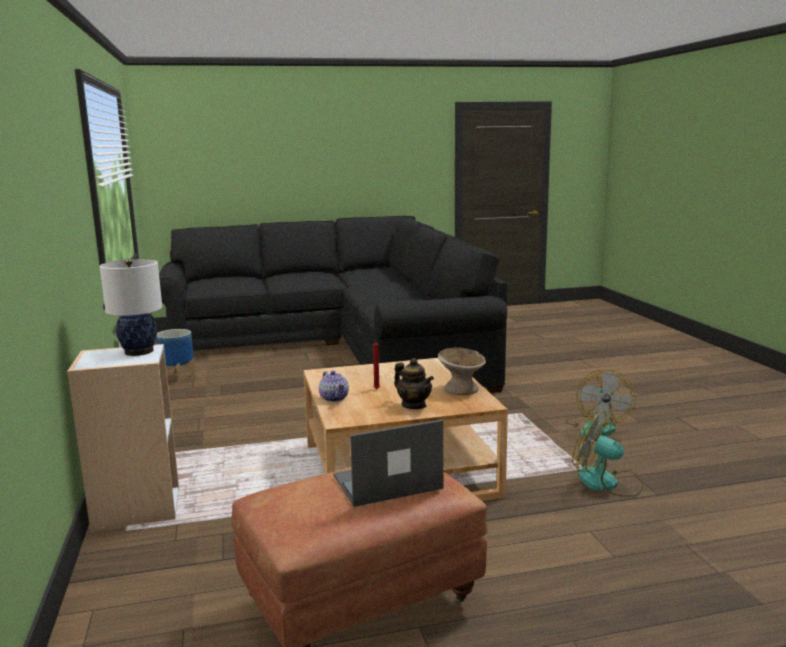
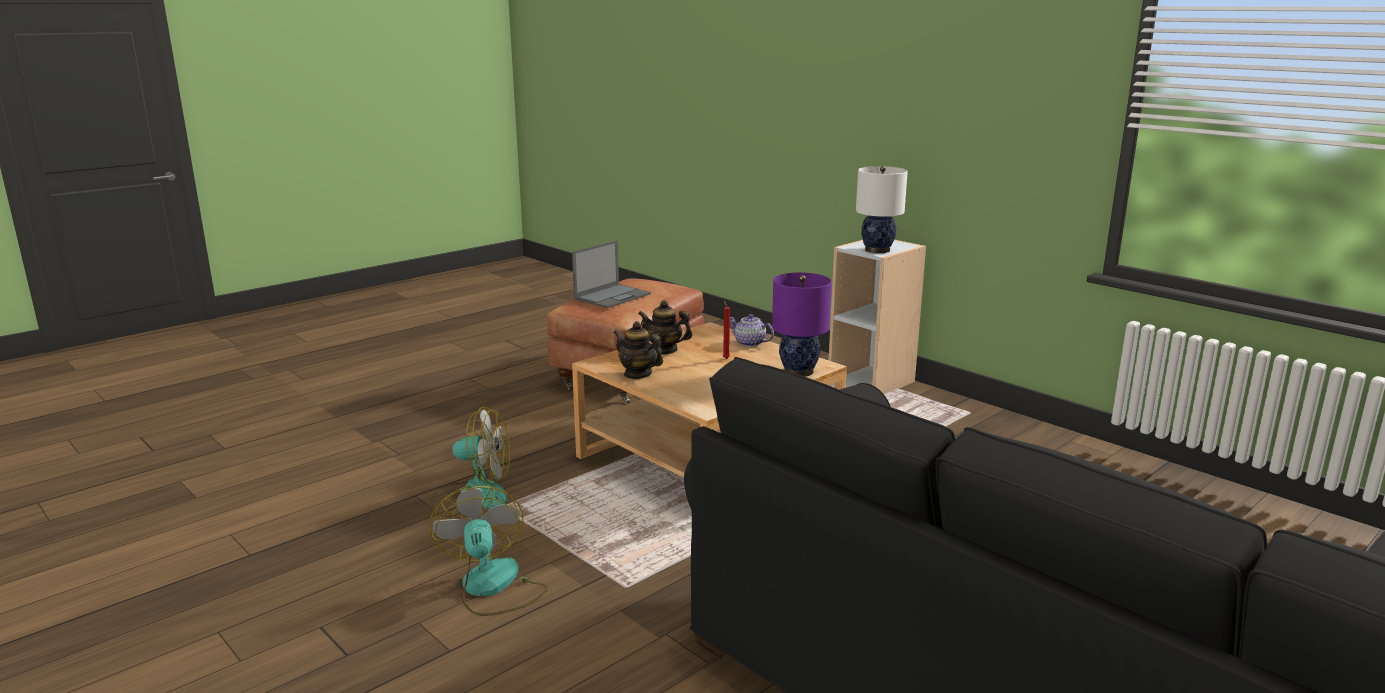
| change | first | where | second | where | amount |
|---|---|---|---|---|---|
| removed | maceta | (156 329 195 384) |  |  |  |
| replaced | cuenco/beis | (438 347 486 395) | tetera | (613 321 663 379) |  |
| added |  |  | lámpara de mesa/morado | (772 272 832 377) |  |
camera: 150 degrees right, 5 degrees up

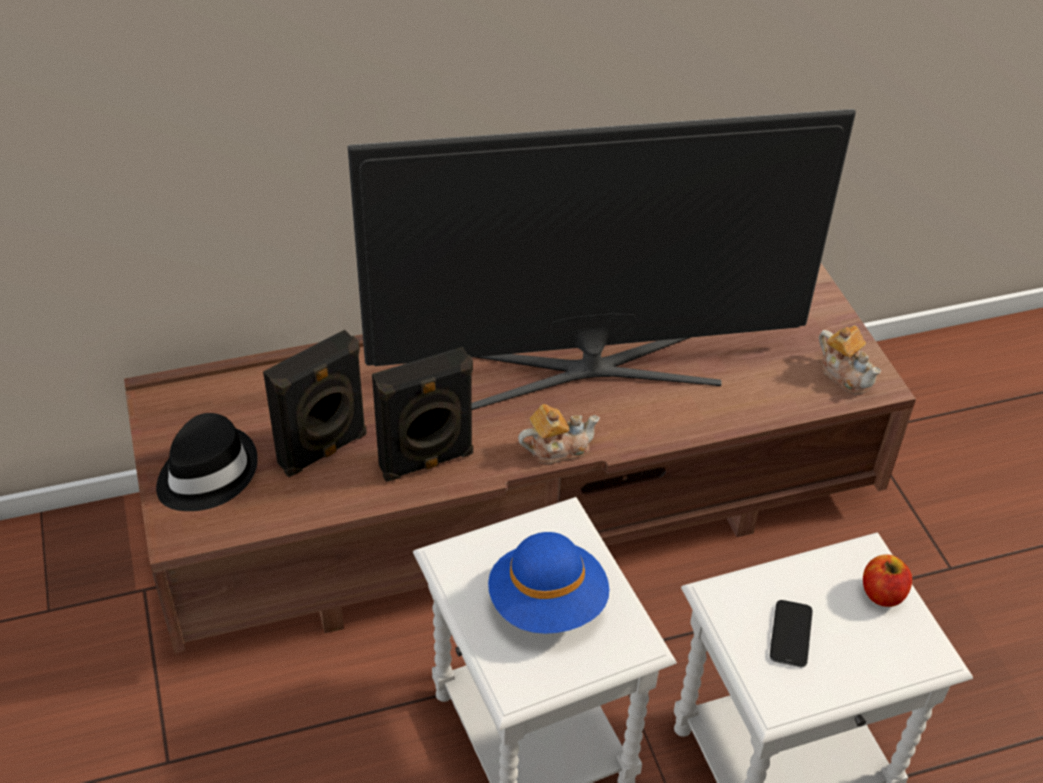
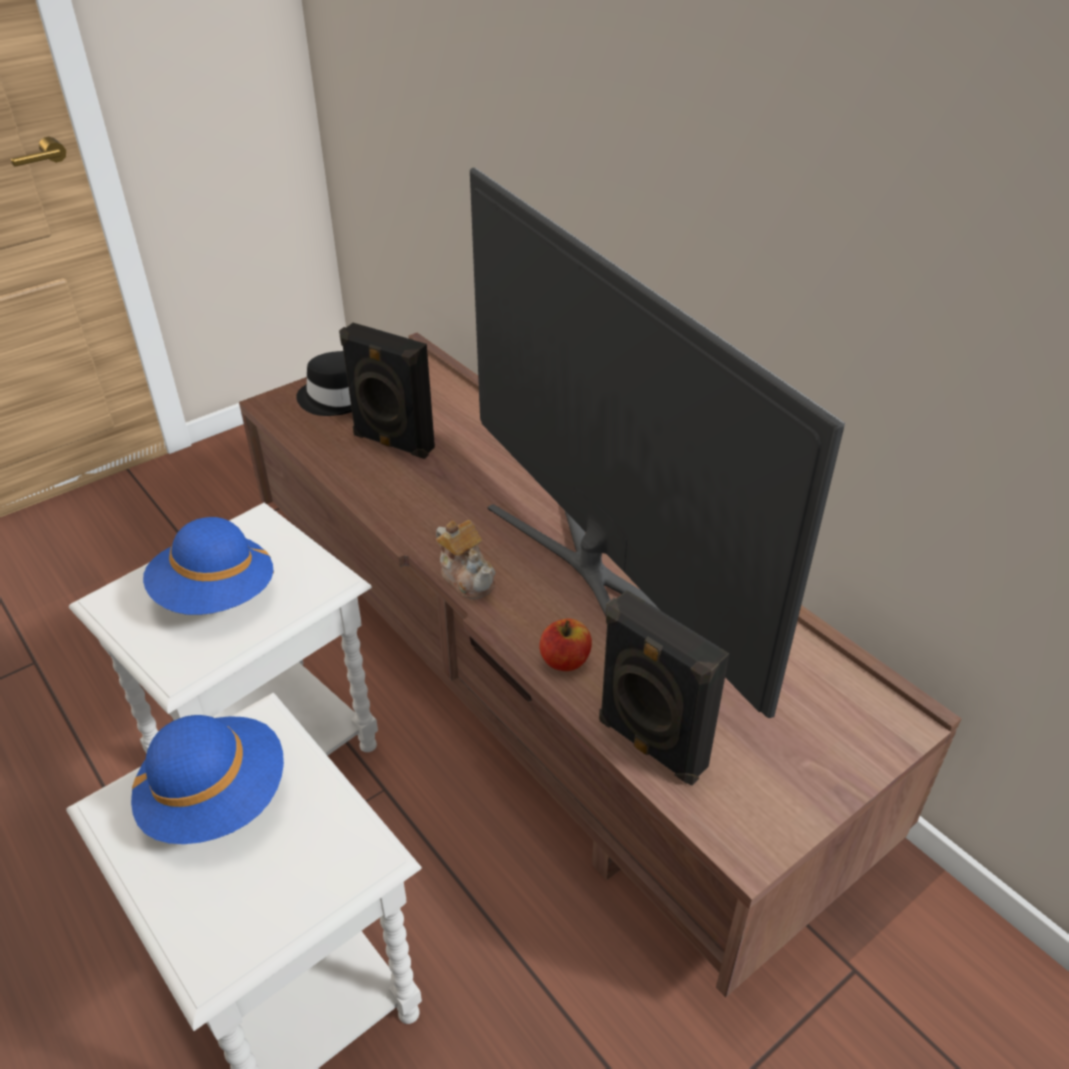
| change | first | where | second | where | amount |
|---|---|---|---|---|---|
| moved | altavoz/negro | (372 347 473 482) |  | (599 590 729 786) |  |
| replaced | móvil | (770 600 813 667) | sombrero/azul | (131 715 284 844) |  |
| removed | tetera | (819 326 881 395) |  |  |  |
| moved | manzana | (863 554 912 607) |  | (539 618 592 671) |  |
camera: 70 degrees right, 5 degrees down

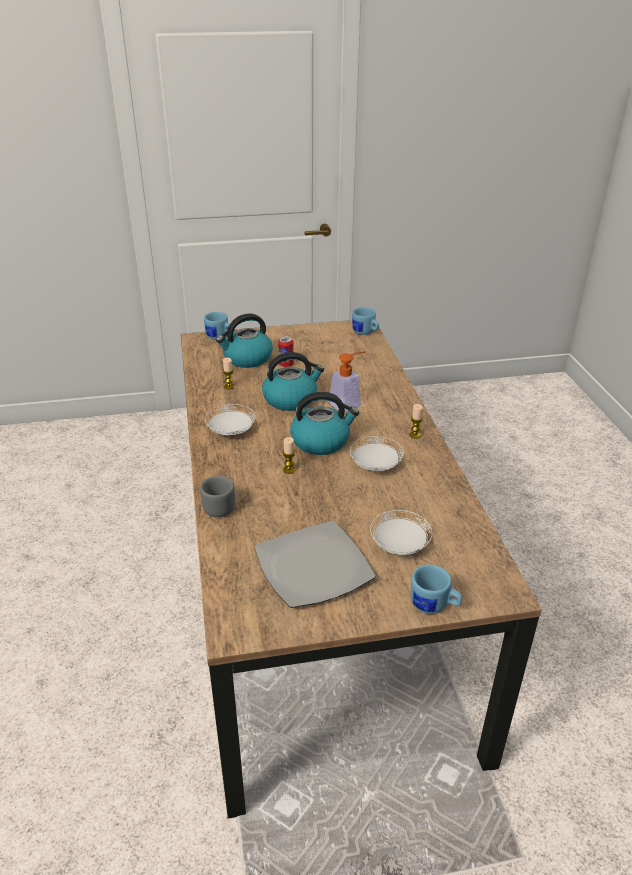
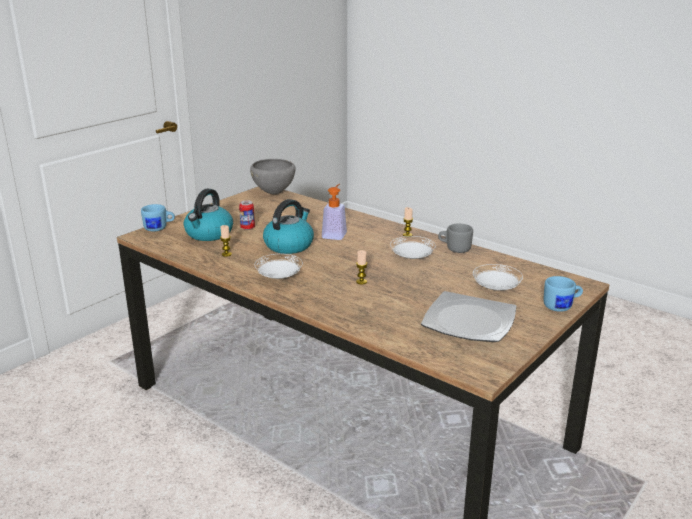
| change | first | where | second | where | amount |
|---|---|---|---|---|---|
| moved | taza grande/gris | (200 476 235 517) |  | (438 224 473 253) |  |
| removed | hervidor | (290 392 359 455) |  |  |  |
| replaced | taza grande/azul | (352 307 379 335) | cuenco/gris | (250 159 295 195) |  |
camera: 40 degrees left, 10 degrees down

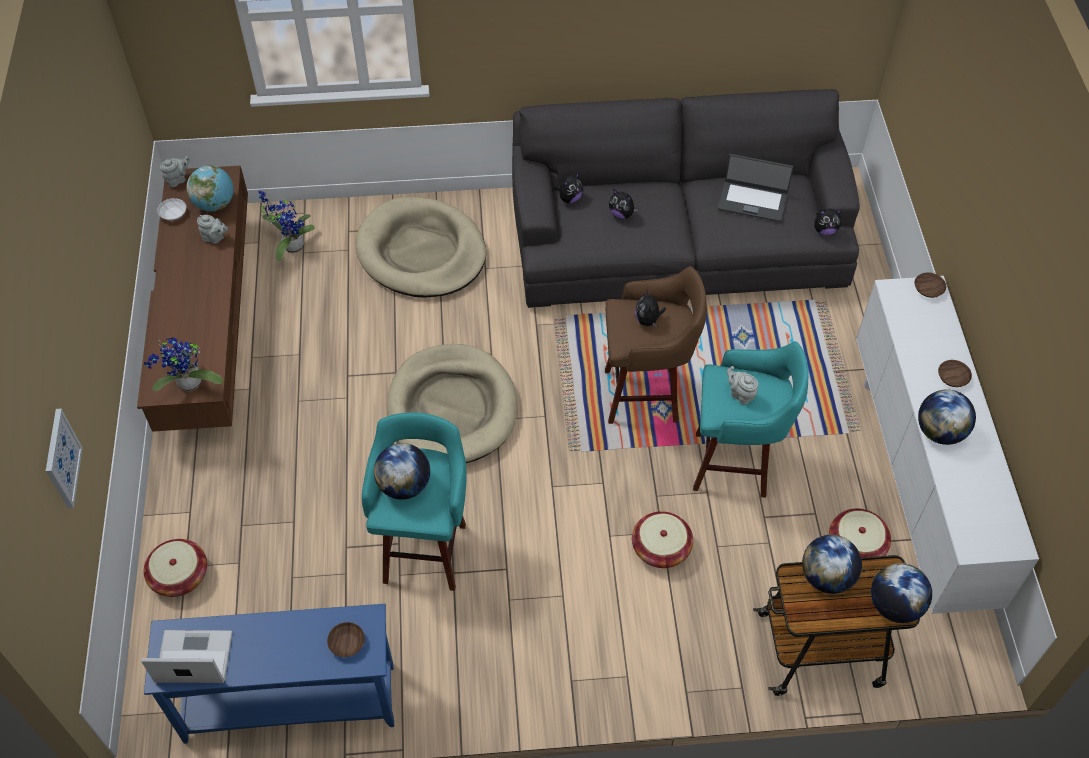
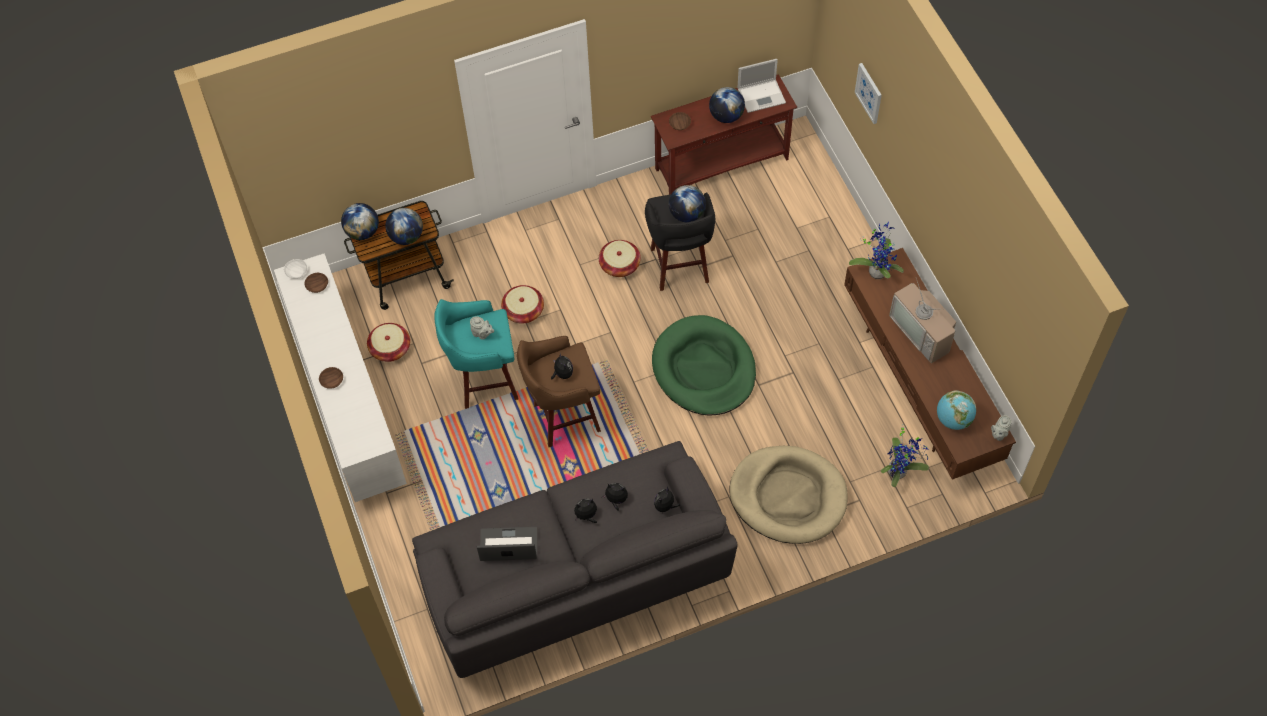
| change | first | where | second | where | amount |
|---|---|---|---|---|---|
| moved | cesta | (144 539 207 597) |  | (599 240 641 277) |  |
| recoloured | mesa consola/azul | (144 604 394 744) | mesa consola/marrón | (651 74 797 195) |  |
| moved | cuenco/blanco | (157 198 186 220) |  | (284 259 307 279) |  |
| removed | tetera/gris | (197 215 228 244) |  |  |  |
| recoloured | taburete/turquesa | (362 412 466 591) | taburete/negro | (645 192 715 291) |  |
| recoloured | cama para perro/beis | (387 344 518 463) | cama para perro/verde | (652 315 756 416) |  |
| moved | peluche | (814 209 841 236) |  | (574 499 597 523) |  |
| moved | cuenco/marrón | (915 273 946 298) |  | (305 273 328 293) |  |
| moved | globo terráqueo | (918 389 976 445) |  | (709 87 745 123) |  |
| added |  |  | televisor | (889 278 956 363) |  |
camera: 165 degrees right, 5 degrees up

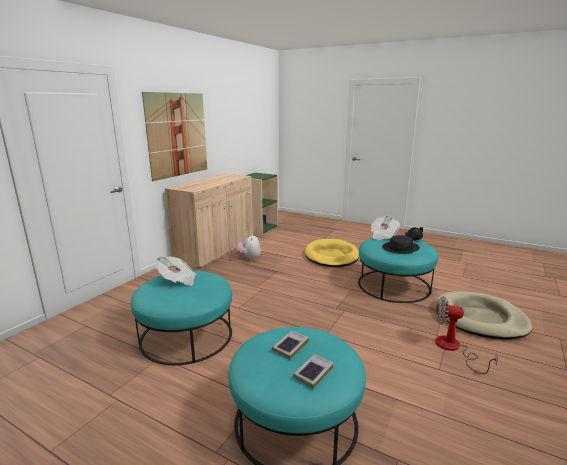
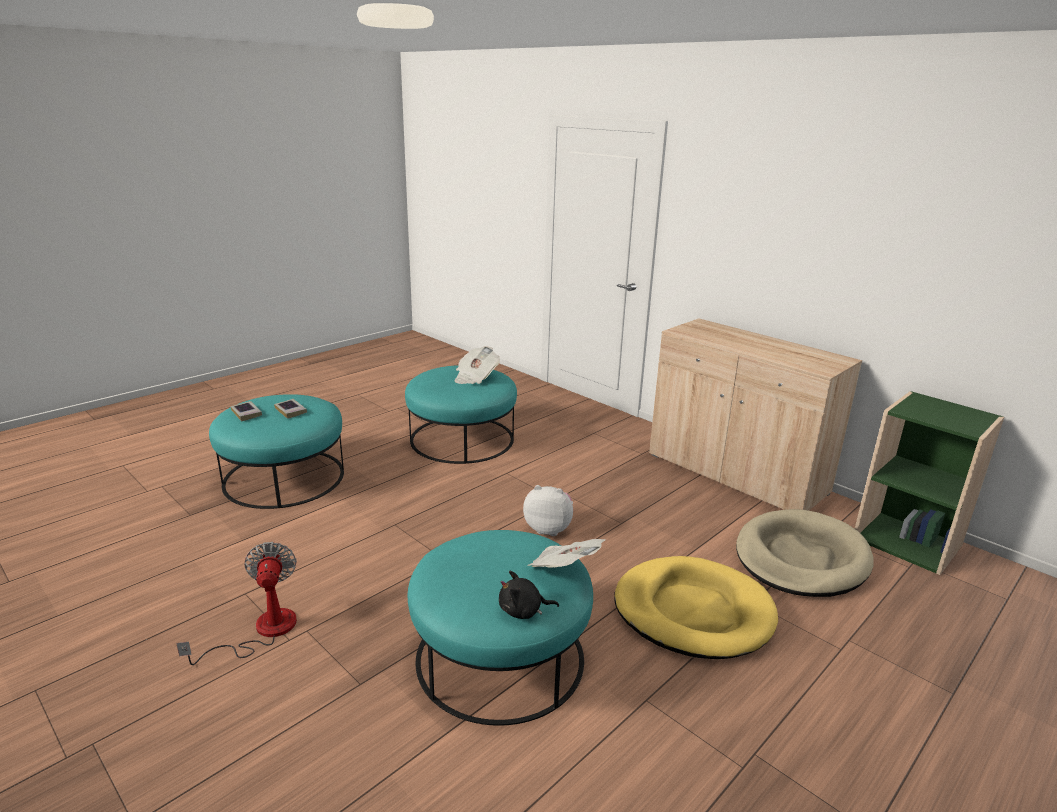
| change | first | where | second | where | amount |
|---|---|---|---|---|---|
| removed | cuadro | (142 92 207 181) |  |  |  |
| moved | peluche | (236 234 261 261) |  | (523 485 573 536) |  |
| removed | sombrero/negro | (382 235 420 254) |  |  |  |
| turned | ventilador | (435 296 498 374) |  | (176 542 297 665) | 45 degrees counterclockwise |
| moved | cama para perro/beis | (436 291 532 340) |  | (736 509 874 597) |  |
camera: 105 degrees right, 5 degrees up

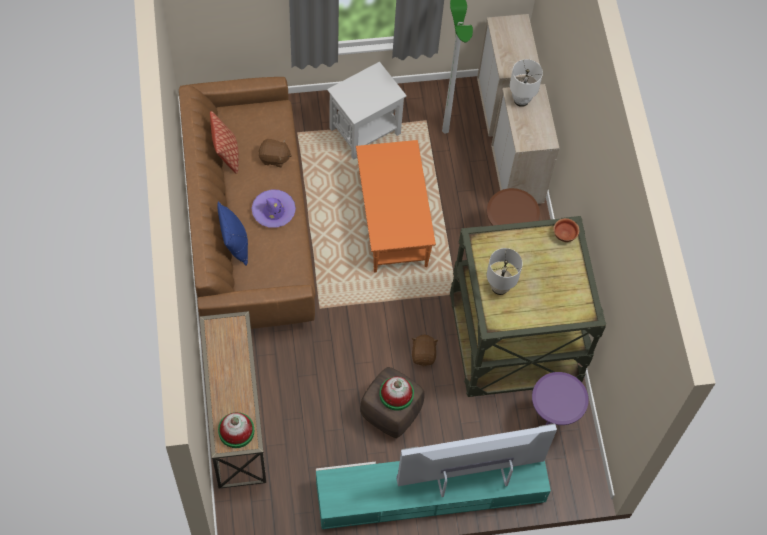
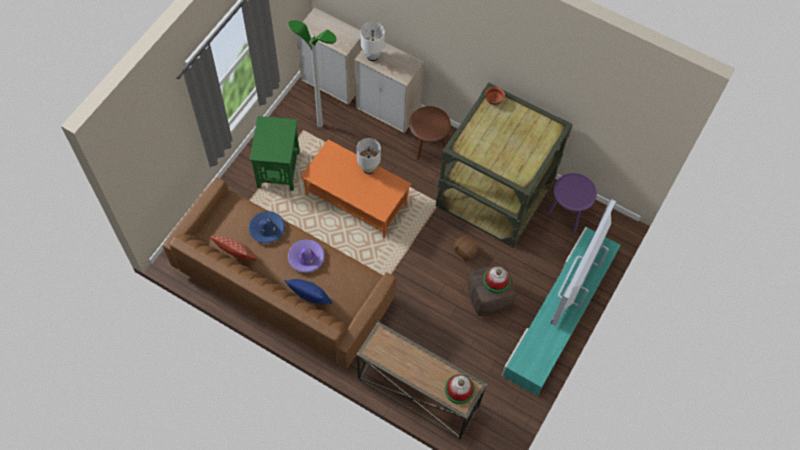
| change | first | where | second | where | amount |
|---|---|---|---|---|---|
| replaced | peluche/marrón | (259 139 292 167) | sombrero/azul | (249 211 285 244) |  |
| recoloured | mesa auxiliar/blanco | (327 61 407 160) | mesa auxiliar/verde | (250 116 300 191) |  |
| moved | lámpara de mesa/blanco | (487 248 523 295) |  | (357 138 381 174) |  |
camera: 50 degrees left, 0 degrees up

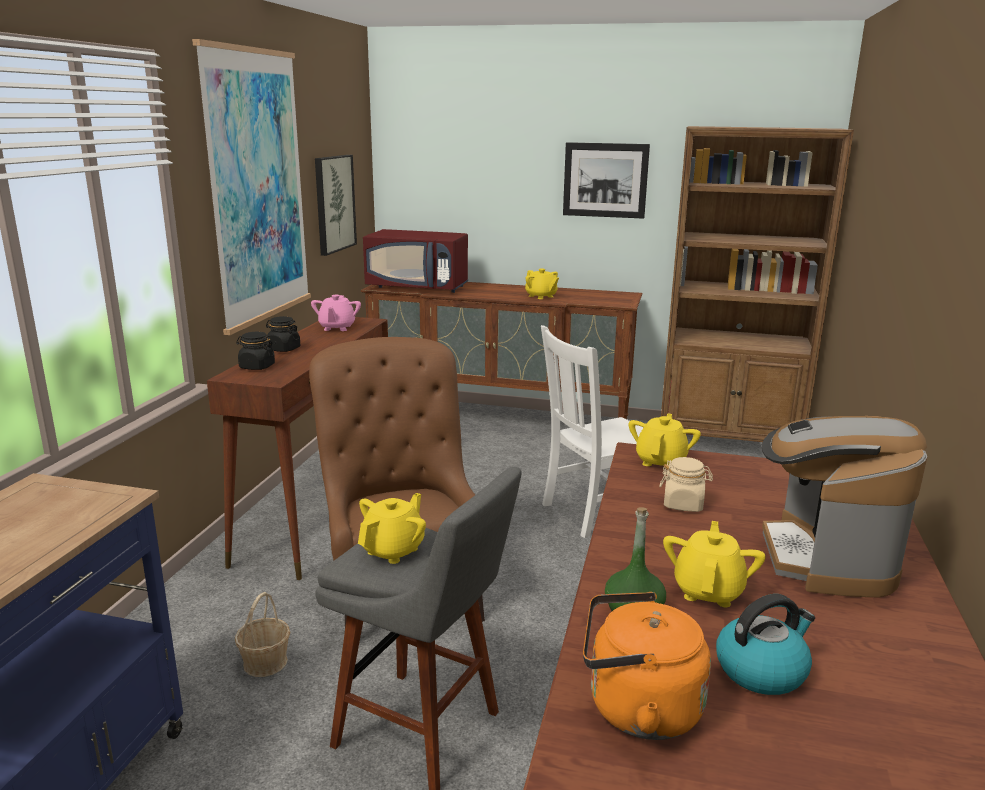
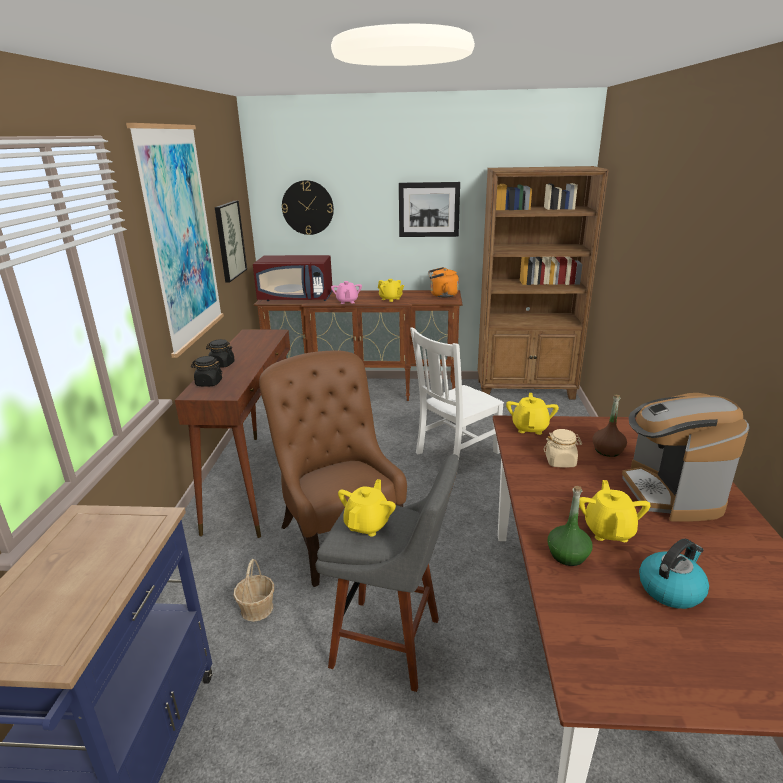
| change | first | where | second | where | amount |
|---|---|---|---|---|---|
| moved | tetera/rosa | (311 295 361 331) |  | (331 281 362 304) |  |
| moved | hervidor/naranja | (583 592 711 740) |  | (428 267 459 298) |  |
| added |  |  | reloj de pared | (282 180 334 235) |  |
| added |  |  | botella/marrón | (592 395 627 457) |  |
camera: 10 degrees left, 5 degrees up

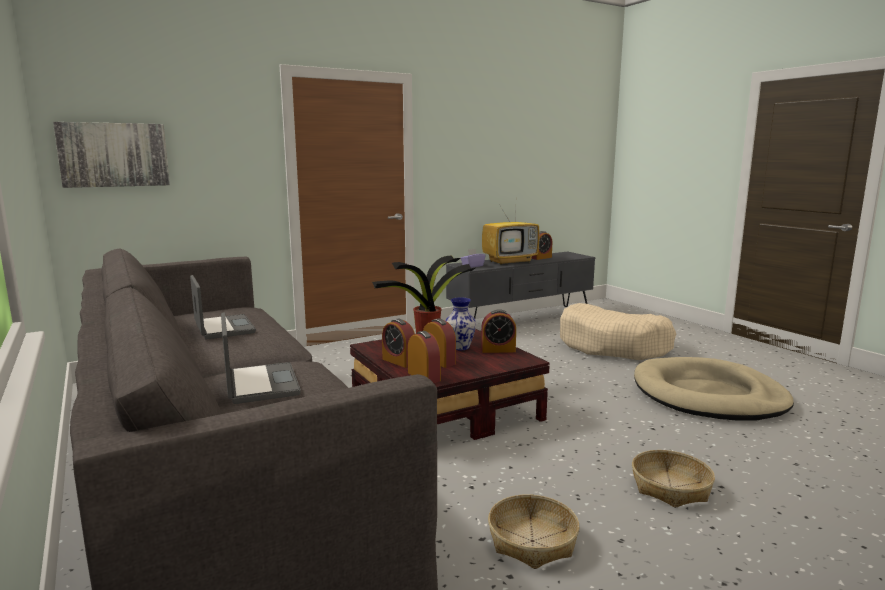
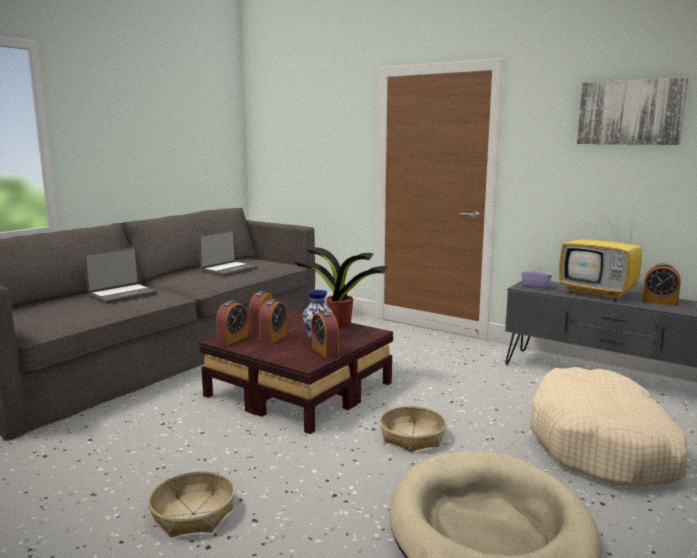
| change | first | where | second | where | amount |
|---|---|---|---|---|---|
| moved | cuadro | (53 122 170 188) |  | (577 78 688 145) |  |
| moved | cesta | (488 494 580 569) |  | (380 406 447 452) |  |
camera: 65 degrees right, 0 degrees up

